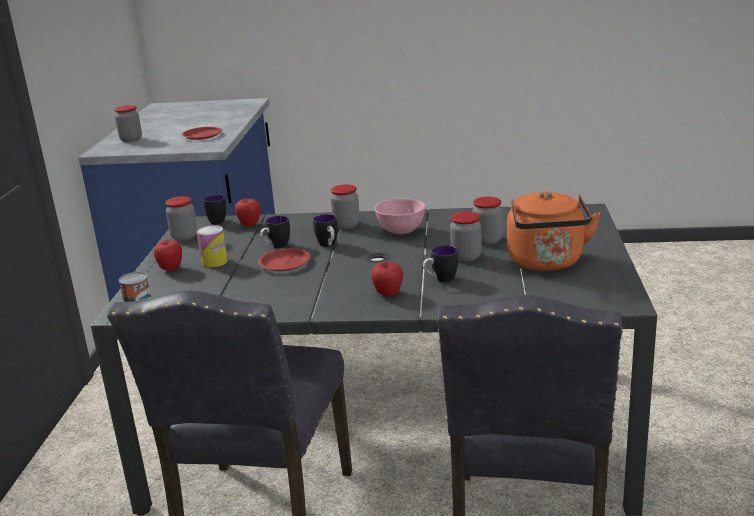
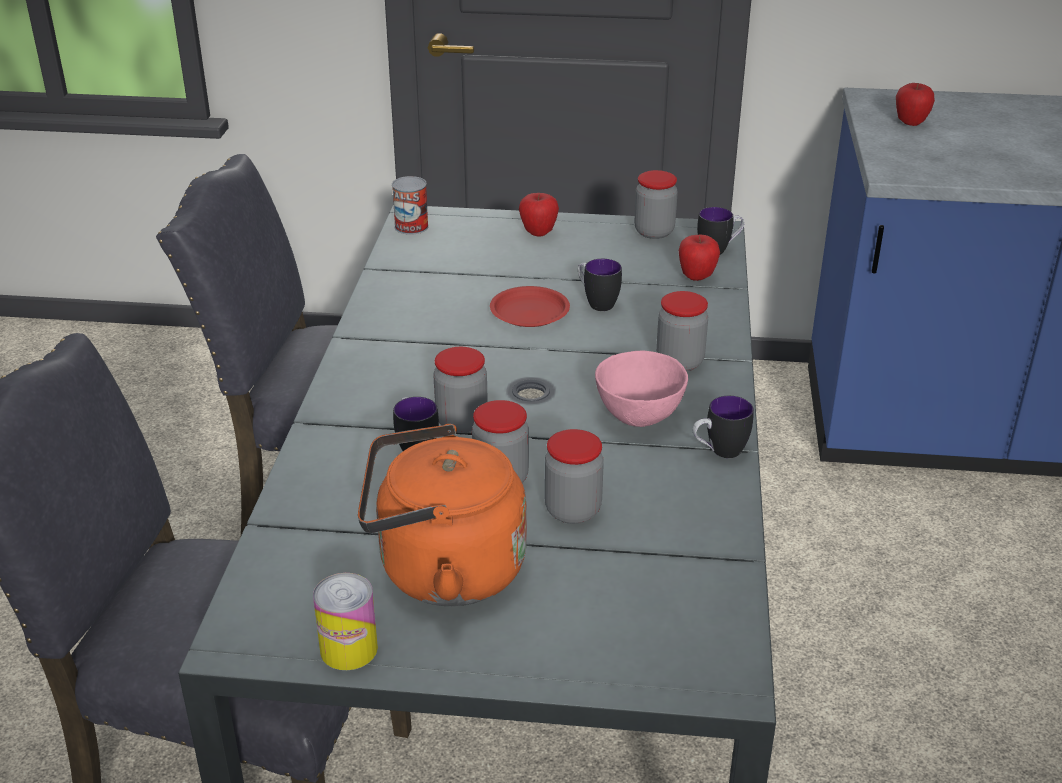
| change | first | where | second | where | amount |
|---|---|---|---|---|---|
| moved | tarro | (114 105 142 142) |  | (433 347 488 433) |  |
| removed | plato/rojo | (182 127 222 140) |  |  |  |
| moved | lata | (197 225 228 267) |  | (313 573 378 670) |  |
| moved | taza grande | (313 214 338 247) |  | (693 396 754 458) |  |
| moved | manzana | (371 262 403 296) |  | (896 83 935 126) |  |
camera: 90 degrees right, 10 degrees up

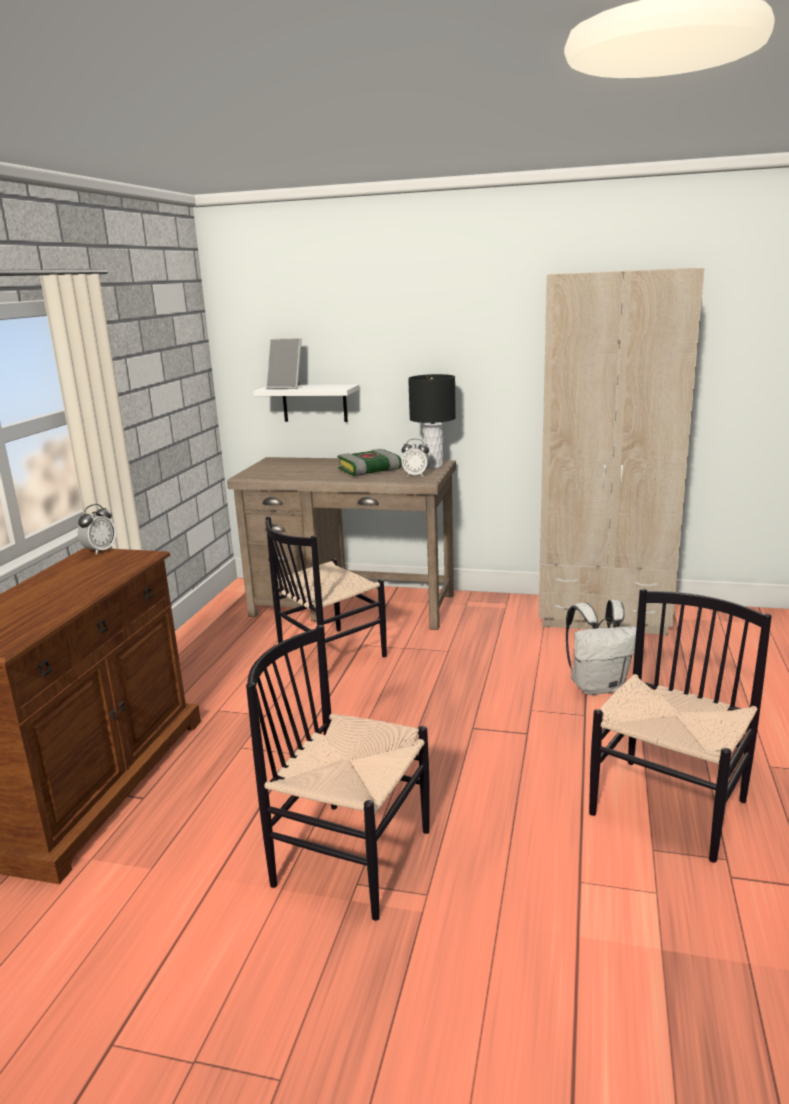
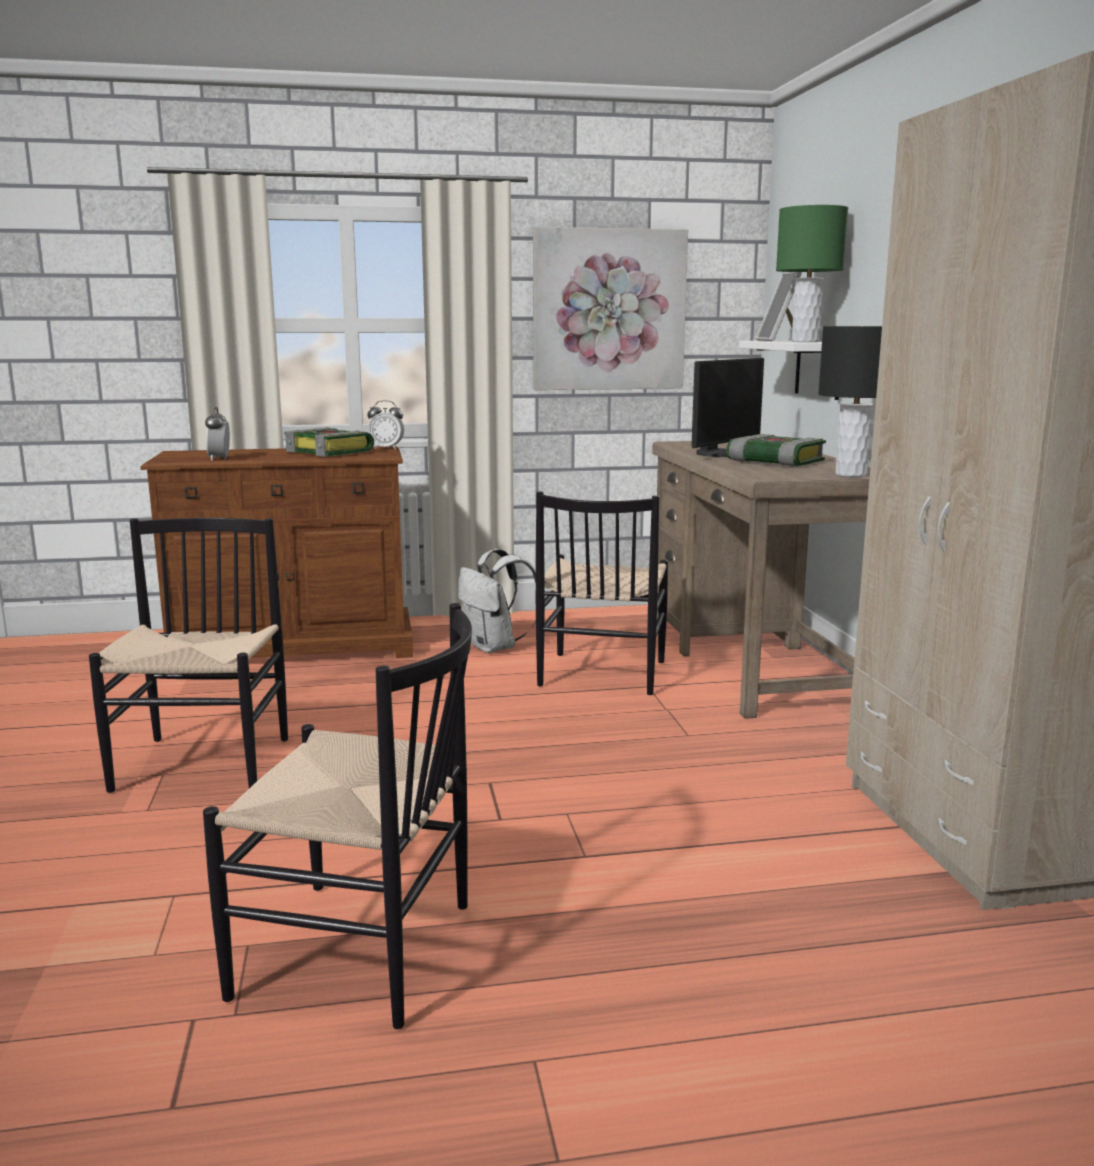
| change | first | where | second | where | amount |
|---|---|---|---|---|---|
| turned | silla/negro | (266 517 387 657) |  | (536 491 668 695) | 105 degrees counterclockwise |
| moved | despertador | (401 439 430 477) |  | (205 407 230 461) |  |
| moved | mochila/blanco | (566 600 637 695) |  | (458 549 536 653) |  |
| added |  |  | libro | (284 427 374 457) |  |
| added |  |  | cuadro | (533 227 688 390) |  |
| added |  |  | monitor | (691 358 764 457) |  |
| added |  |  | lámpara de mesa/verde | (776 205 848 342) |  |
camera: 65 degrees right, 5 degrees down

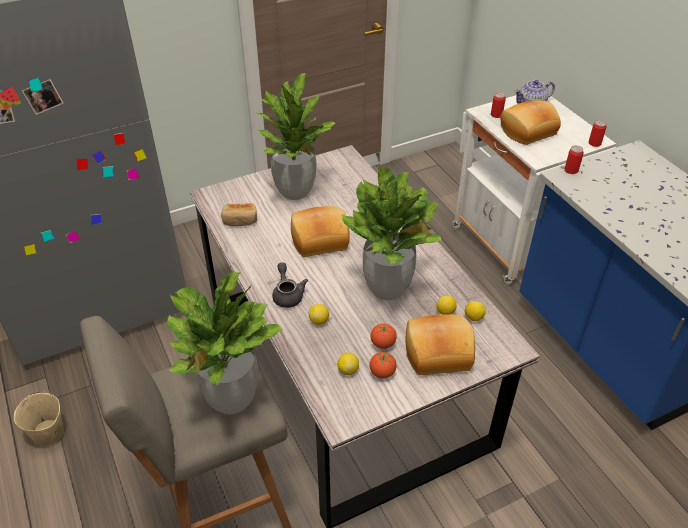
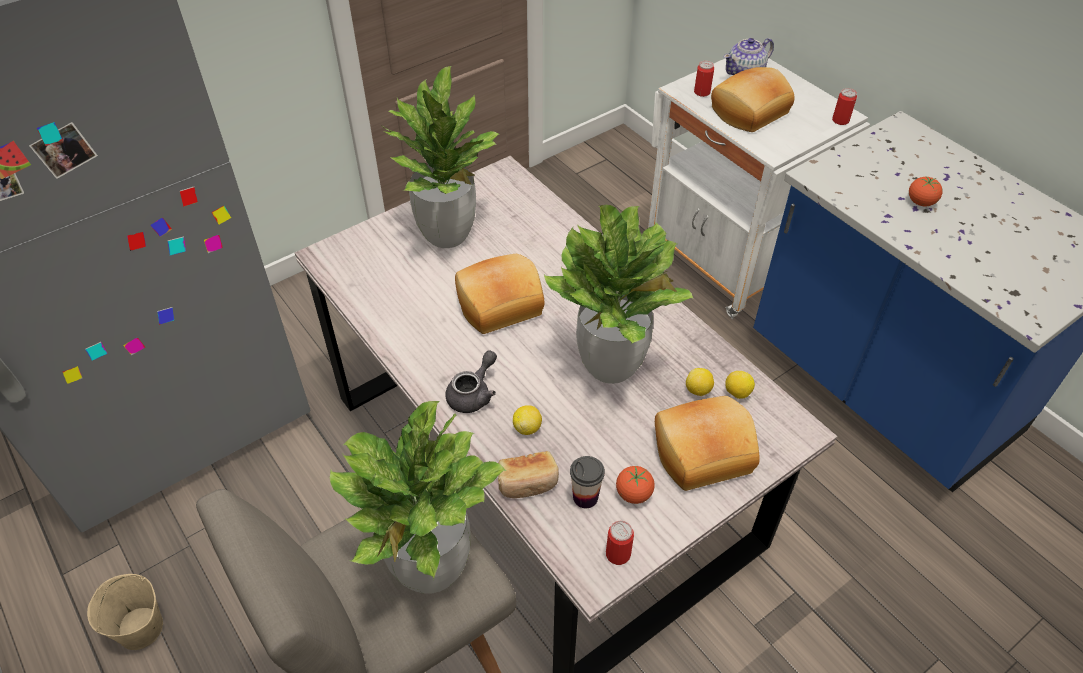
| change | first | where | second | where | amount |
|---|---|---|---|---|---|
| moved | pan | (221 203 257 226) |  | (498 451 559 498) |  |
| turned | tetera/gris | (272 262 308 308) |  | (445 351 497 413) | 60 degrees clockwise |
| replaced | limón | (337 353 359 375) | taza | (570 456 605 508) |  |
| moved | tomate | (370 324 397 349) |  | (909 177 942 207) |  |
| moved | lata | (565 145 584 174) |  | (606 521 634 565) |  |
camera: 10 degrees left, 5 degrees up

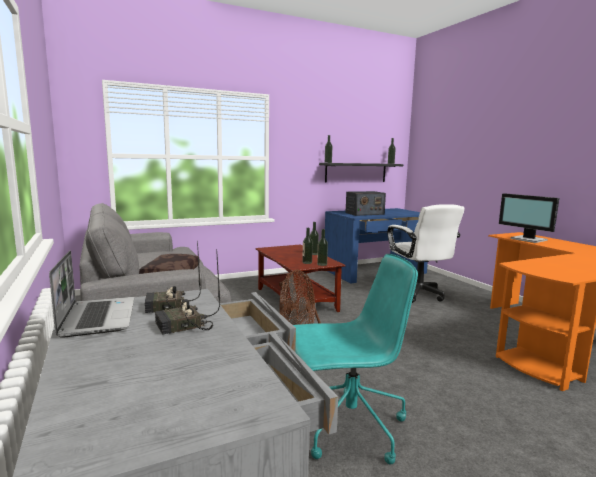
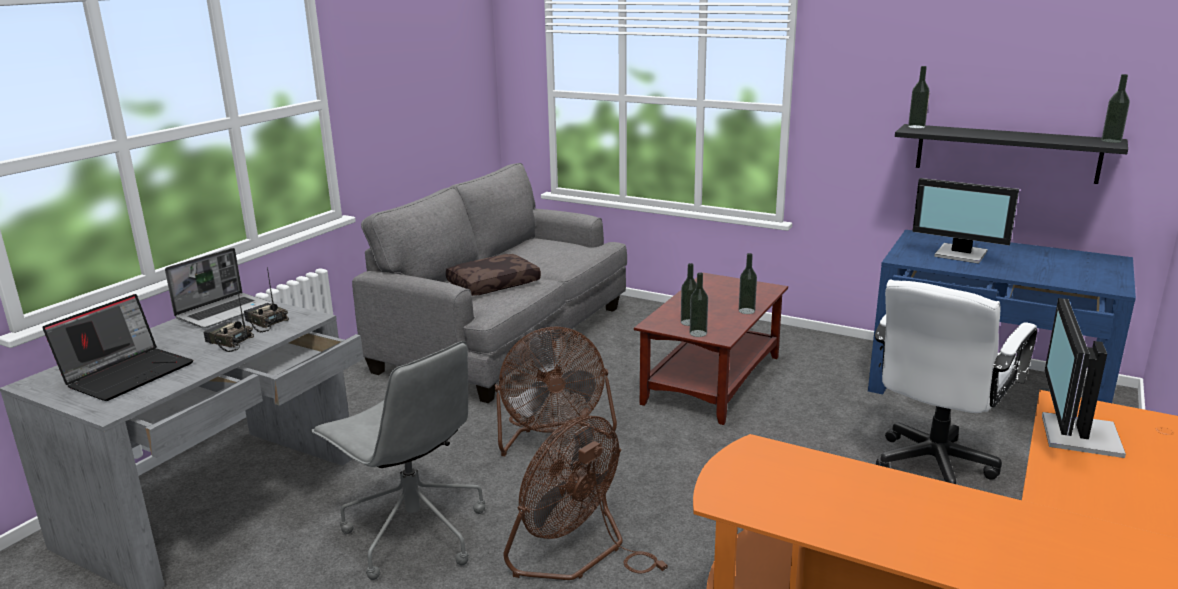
| change | first | where | second | where | amount |
|---|---|---|---|---|---|
| recoloured | silla de oficina/turquesa | (293 254 418 465) | silla de oficina/gris | (311 341 485 580) |  |
| replaced | radio | (346 191 386 216) | monitor | (912 178 1019 264) |  |
| added |  |  | portátil | (42 294 194 401) |  |
| added |  |  | ventilador/marrón | (503 416 668 580) |  |
camera: 55 degrees right, 10 degrees up

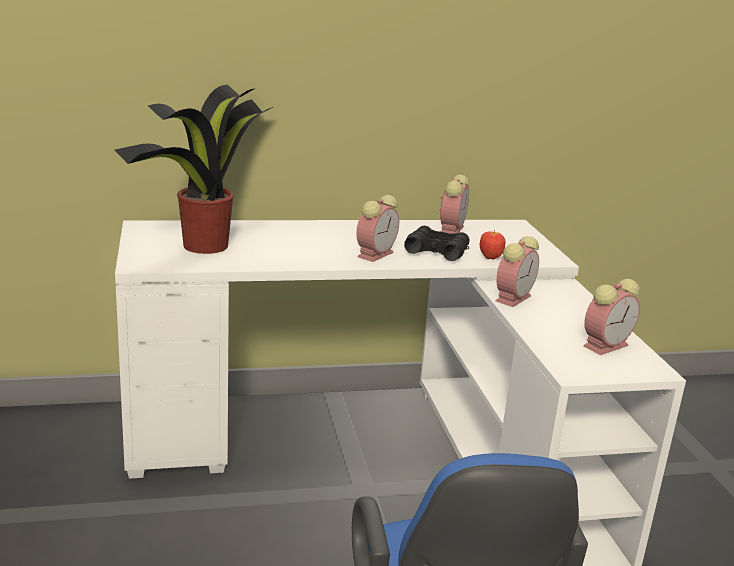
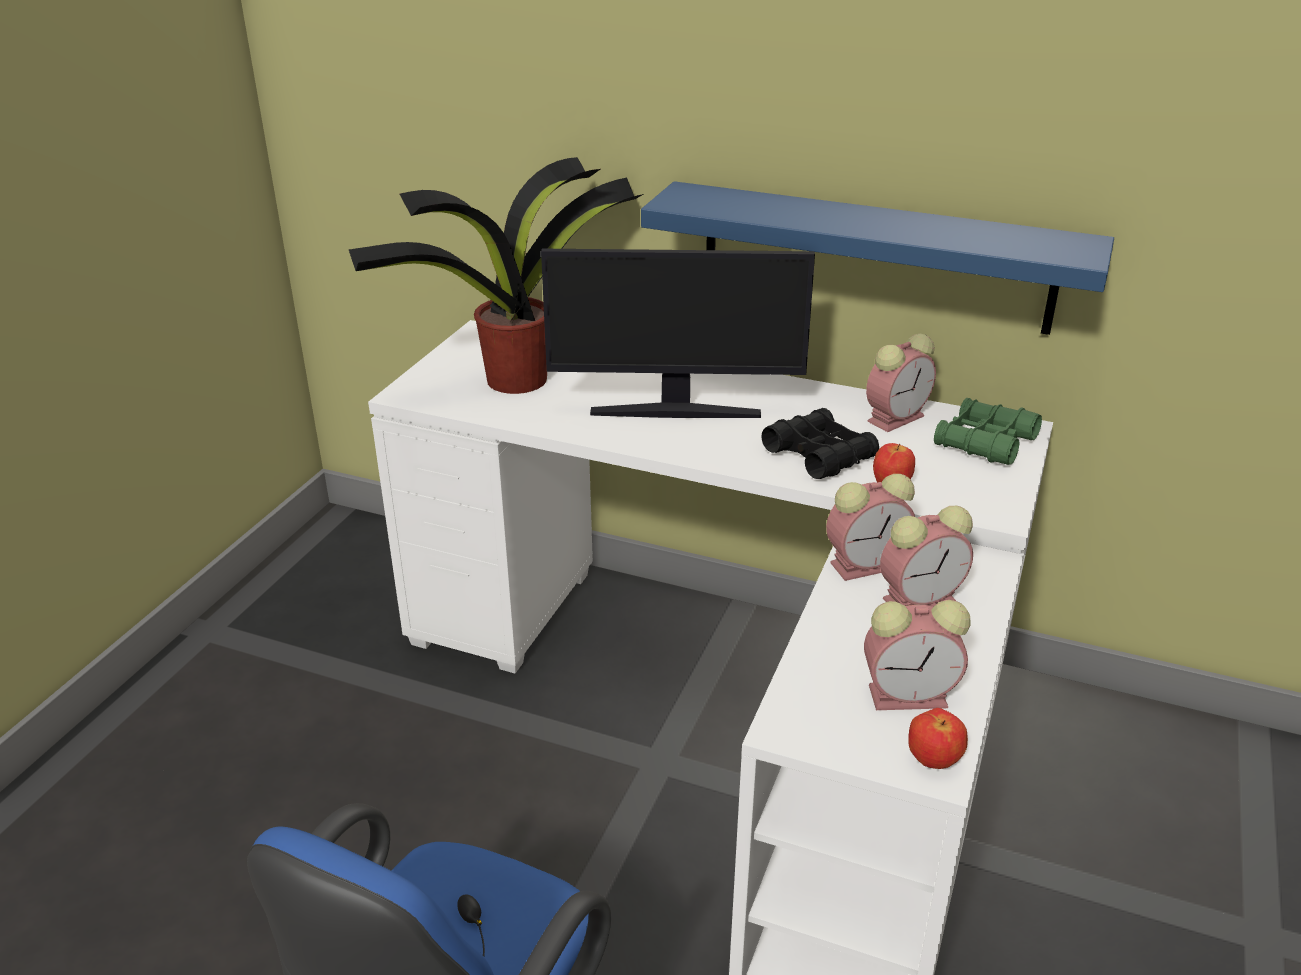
| change | first | where | second | where | amount |
|---|---|---|---|---|---|
| moved | despertador | (356 195 399 262) |  | (880 506 973 607) |  |
| added |  |  | monitor | (541 249 815 418) |  |
| added |  |  | estante/azul | (641 181 1114 335) |  |
| added |  |  | manzana | (908 708 968 769) |  |
| added |  |  | prismáticos/verde | (934 398 1042 465) |  |
camera: 35 degrees right, 10 degrees up

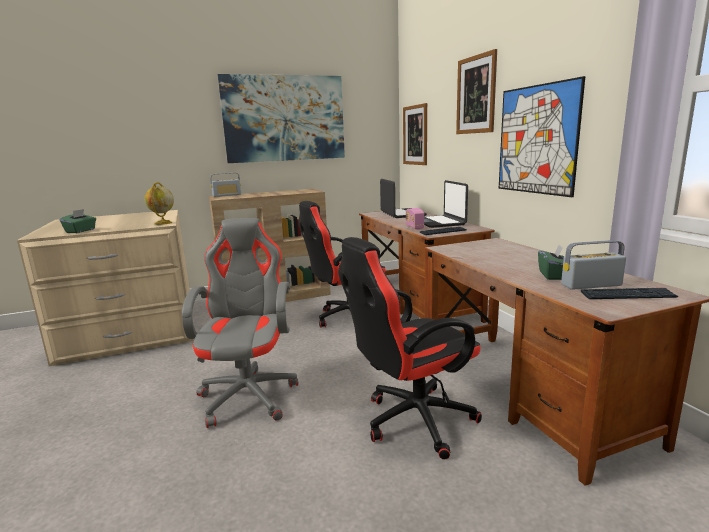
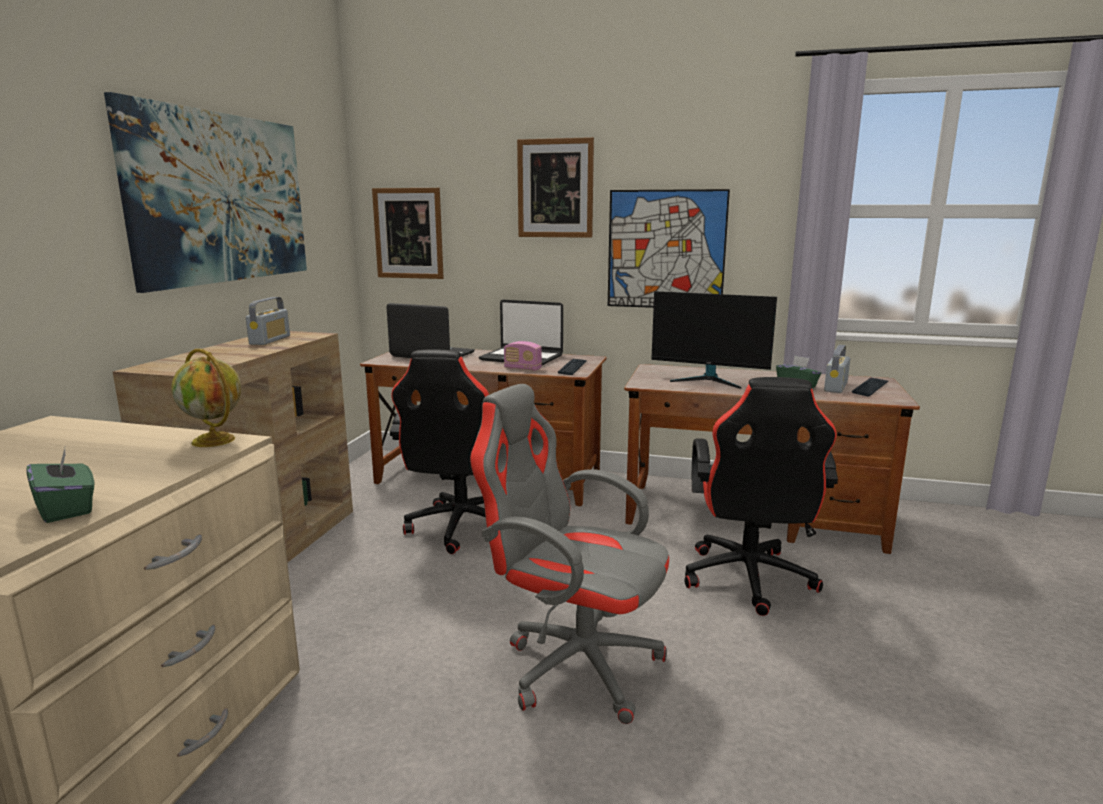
| change | first | where | second | where | amount |
|---|---|---|---|---|---|
| moved | radio | (210 173 241 197) |  | (246 297 290 345) |  |
| added |  |  | monitor | (651 291 777 389) |  |
camera: 55 degrees left, 0 degrees up

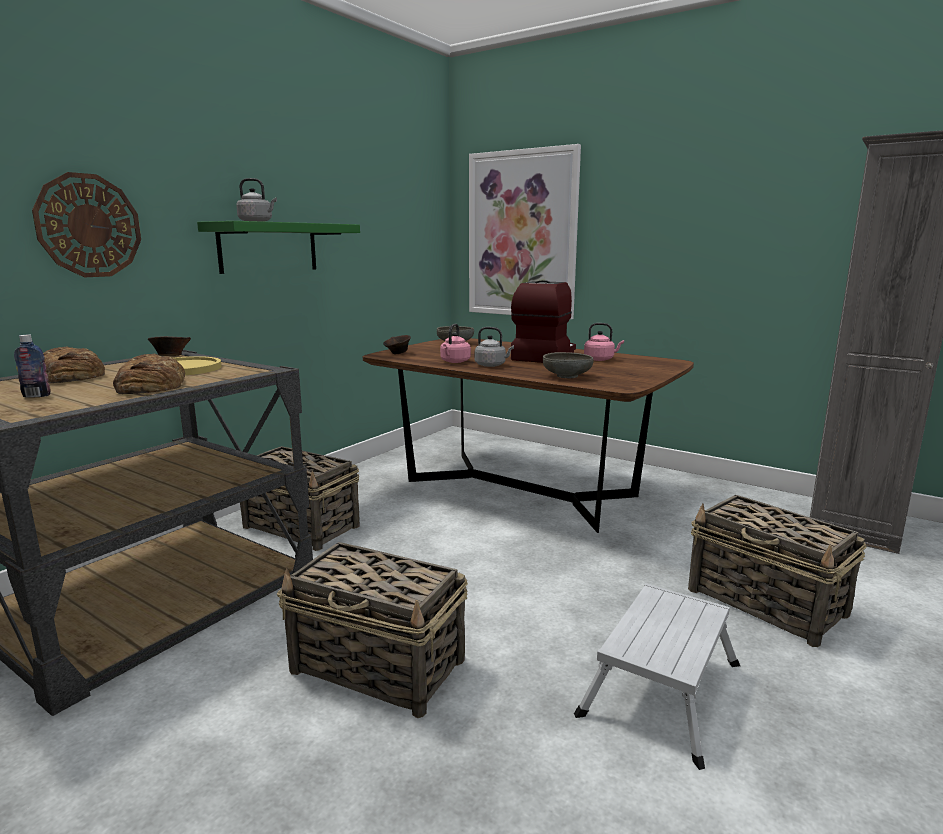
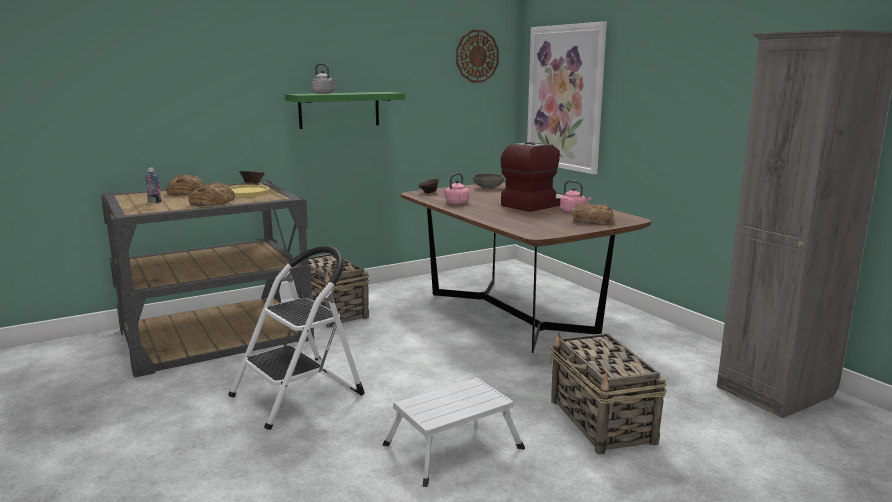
| change | first | where | second | where | amount |
|---|---|---|---|---|---|
| moved | reloj de pared | (32 172 141 277) |  | (456 30 499 83) |  |
| replaced | cesta | (277 542 468 718) | escalera de tijera | (228 246 365 430) |  |
| removed | hervidor/gris | (475 327 514 367) |  |  |  |
| removed | cuenco/gris | (543 352 594 378) |  |  |  |
| added |  |  | pan | (571 204 616 225) |  |
camera: 25 degrees right, 0 degrees up

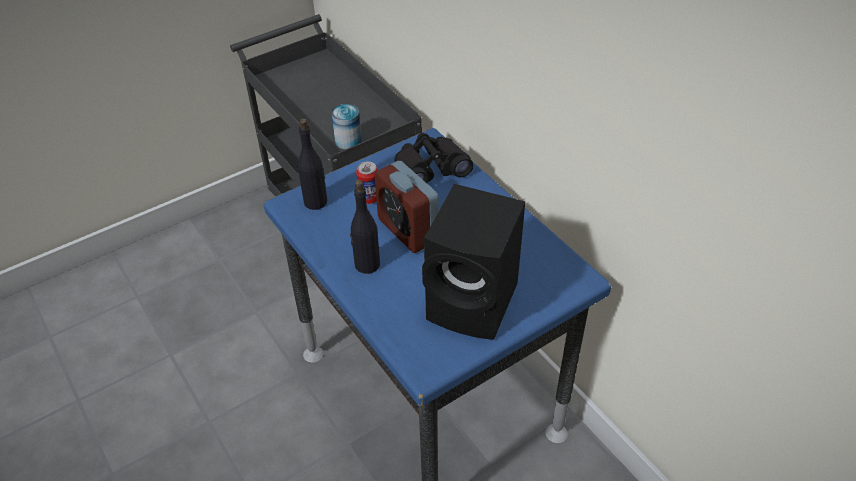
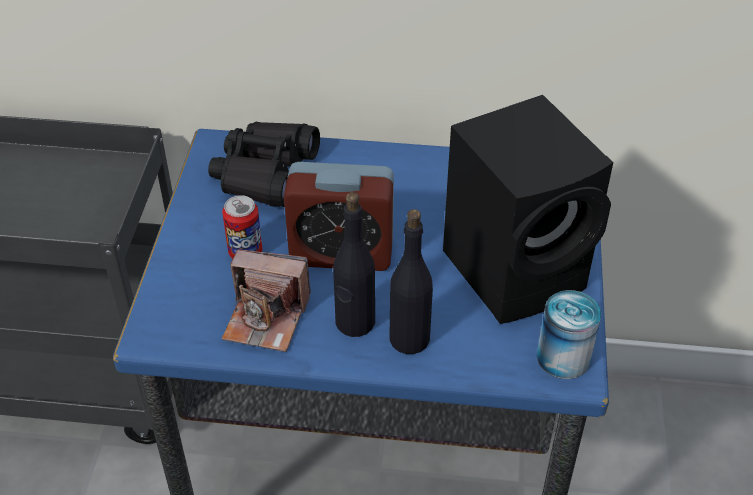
| change | first | where | second | where | amount |
|---|---|---|---|---|---|
| moved | botella/negro | (298 118 328 210) |  | (390 209 433 354) |  |
| moved | lata | (331 104 362 149) |  | (537 290 602 379) |  |
| added |  |  | cámara | (222 249 311 352) |  |
camera: 50 degrees left, 0 degrees up

